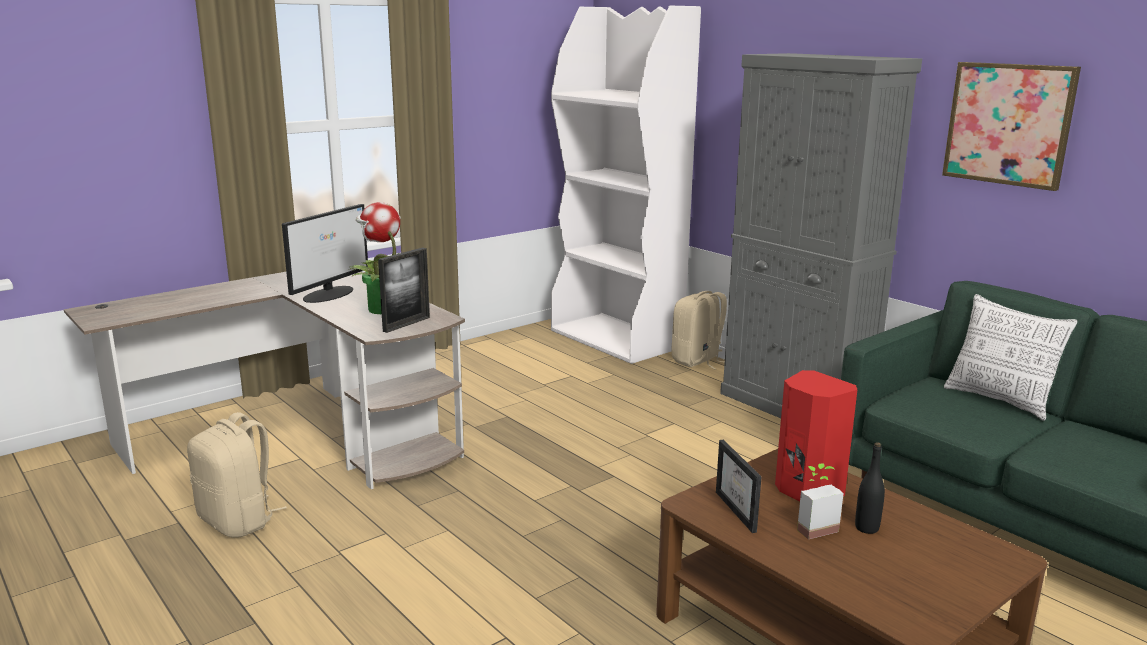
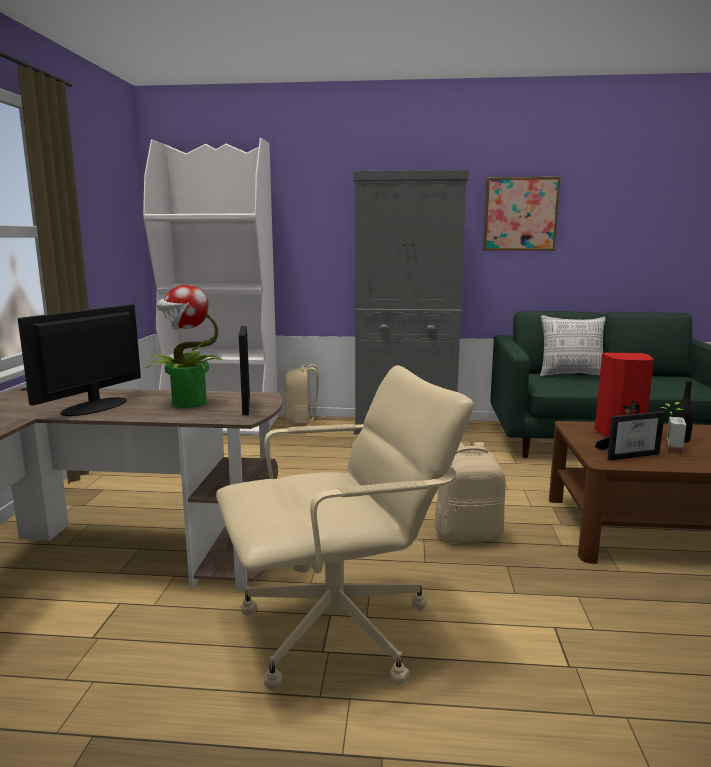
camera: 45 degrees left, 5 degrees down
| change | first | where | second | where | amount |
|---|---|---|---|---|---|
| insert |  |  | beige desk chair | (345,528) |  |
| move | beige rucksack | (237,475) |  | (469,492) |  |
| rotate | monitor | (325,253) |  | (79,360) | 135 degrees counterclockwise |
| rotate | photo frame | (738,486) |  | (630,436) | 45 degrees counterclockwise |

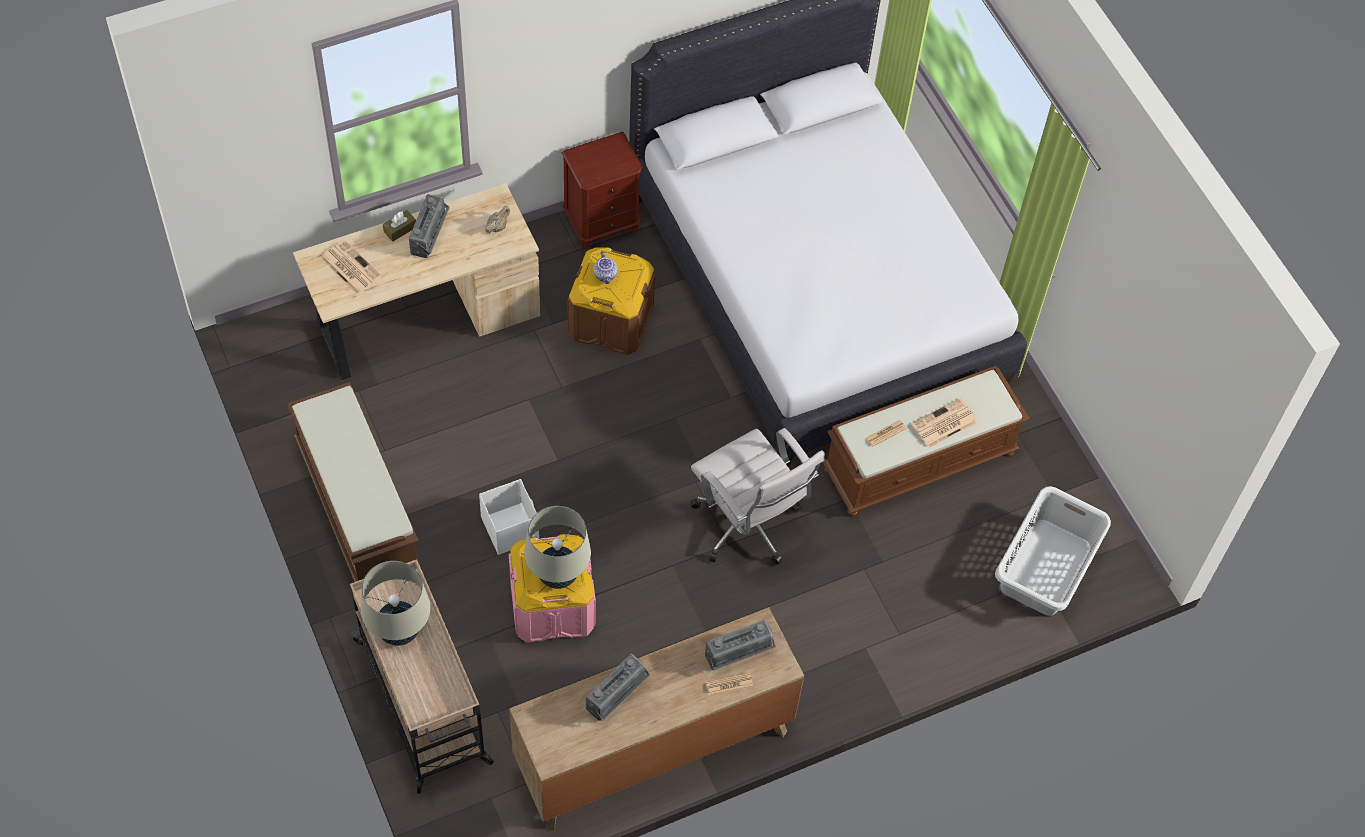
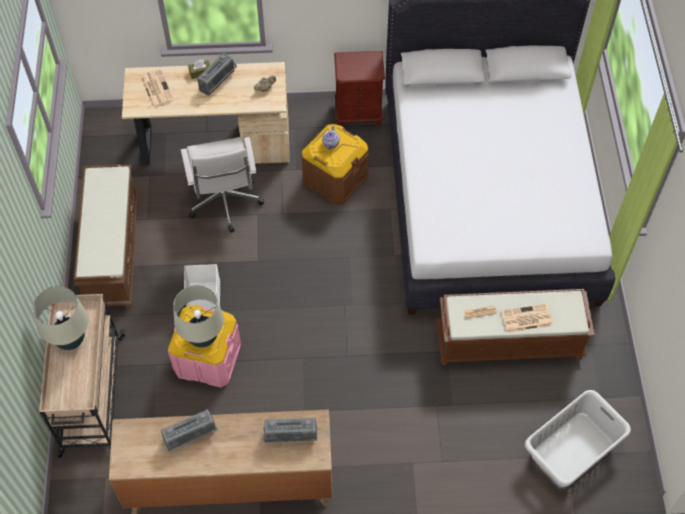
camera: 25 degrees right, 0 degrees up
| change | first | where | second | where | amount |
|---|---|---|---|---|---|
| delete | printed paper | (729,684) |  |  |  |
| move | white-coloured desk chair | (757,496) |  | (222,185) |  |

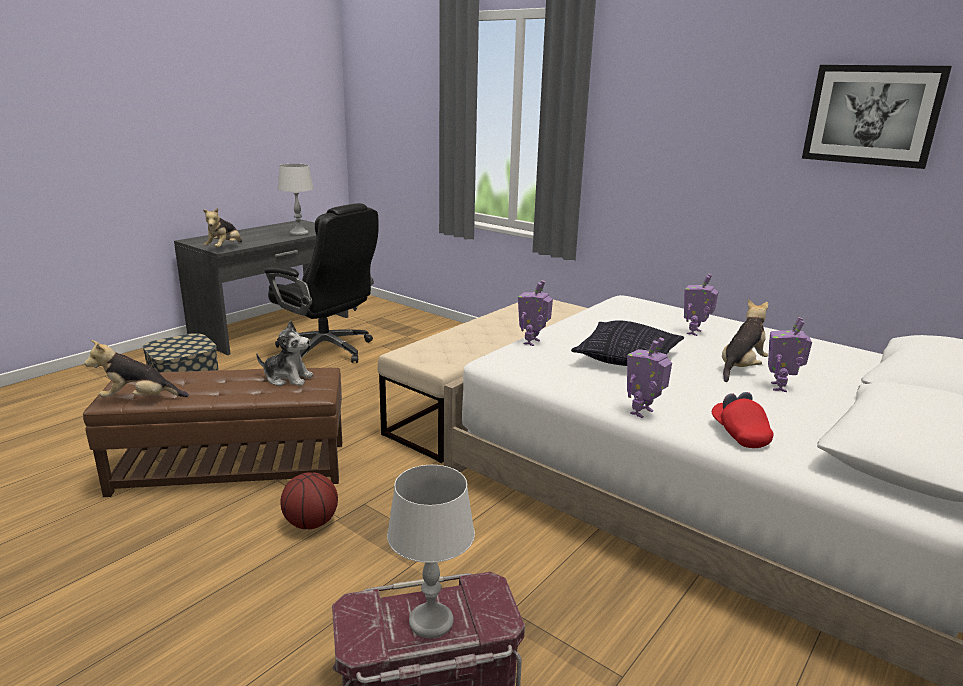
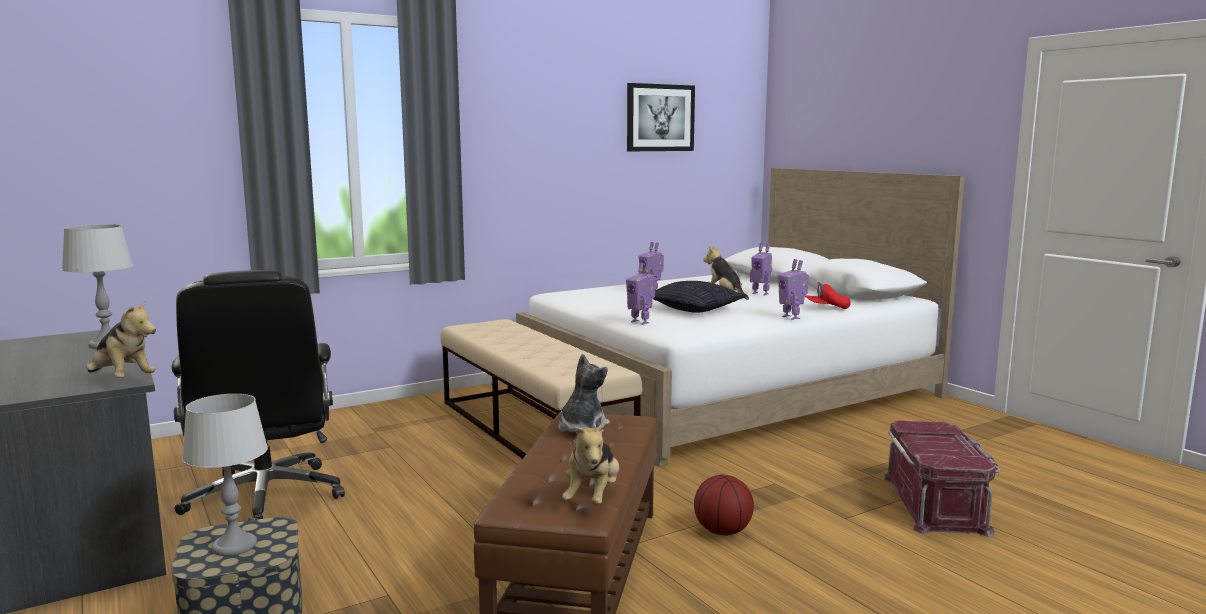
camera: 70 degrees left, 10 degrees down
| change | first | where | second | where | amount |
|---|---|---|---|---|---|
| move | greyish tabletop lamp | (431,551) |  | (225,475) |  |
| rotate | blackish desk chair | (321,283) |  | (258,395) | 105 degrees clockwise |

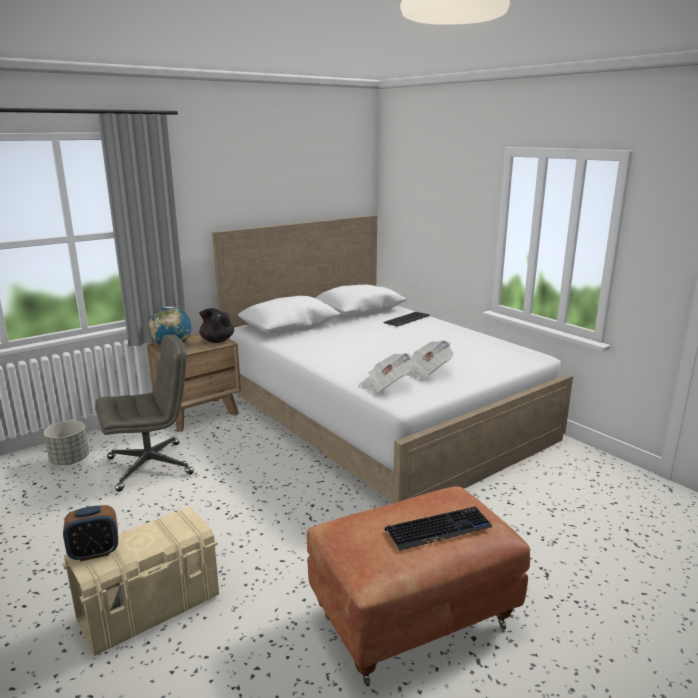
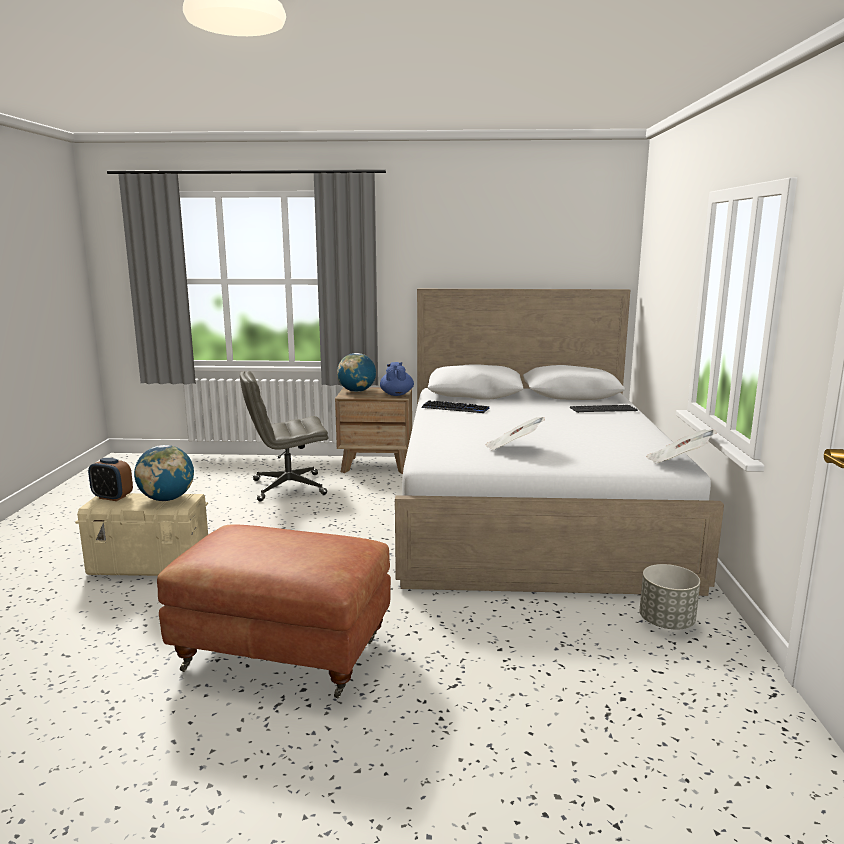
camera: 40 degrees right, 5 degrees down
| change | first | where | second | where | amount |
|---|---|---|---|---|---|
| insert |  |  | globe | (164,473) |  |
| move | greyish plant pot | (66,443) |  | (670,596) |  |
| move | printed paper | (385,373) |  | (681,446) |  |
| move | keyboard | (439,528) |  | (455,406) |  |
| recolor | blackish tea pot | (216,325) | blue-coloured tea pot | (397,379) |  |
| rotate | greyish desk chair | (144,413) |  | (284,436) | 150 degrees clockwise |

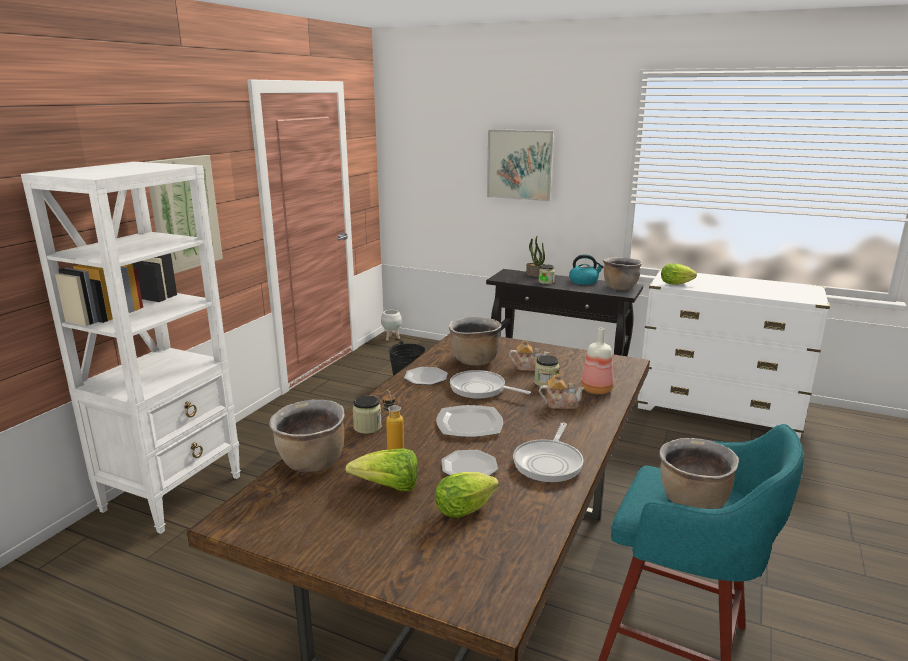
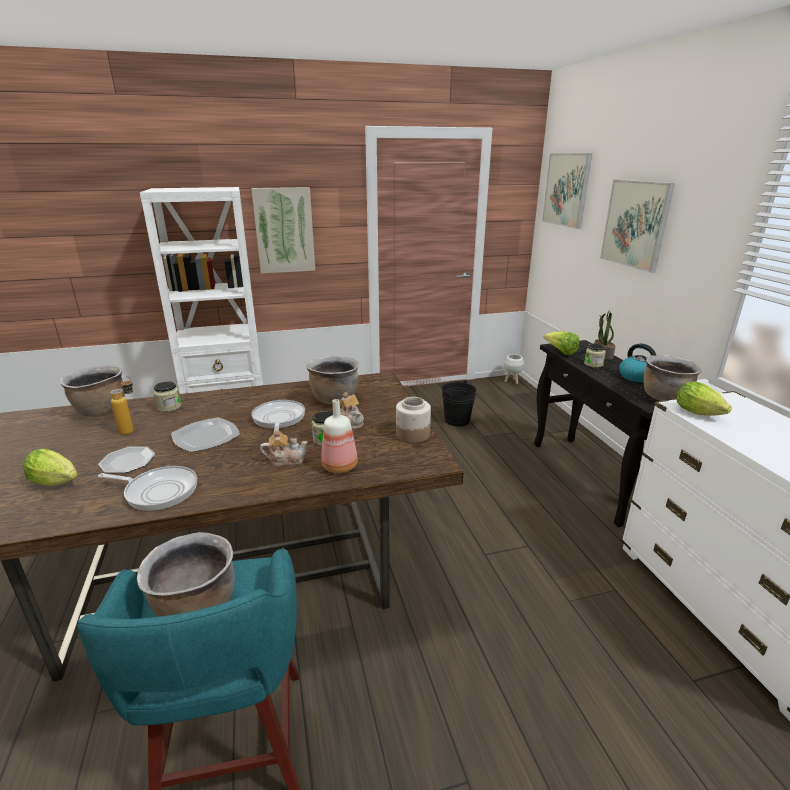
camera: 50 degrees right, 5 degrees up
| change | first | where | second | where | amount |
|---|---|---|---|---|---|
| delete | dinner plate | (426,376) |  |  |  |
| insert |  |  | preserve jar | (413,420) |  |
| insert |  |  | picture | (567,191) |  |
| move | lettuce | (381,469) |  | (561,343) |  |
| rotate | frying pan | (548,452) |  | (147,488) | 150 degrees counterclockwise |
| rotate | tea pot | (562,391) |  | (284,448) | 60 degrees counterclockwise |

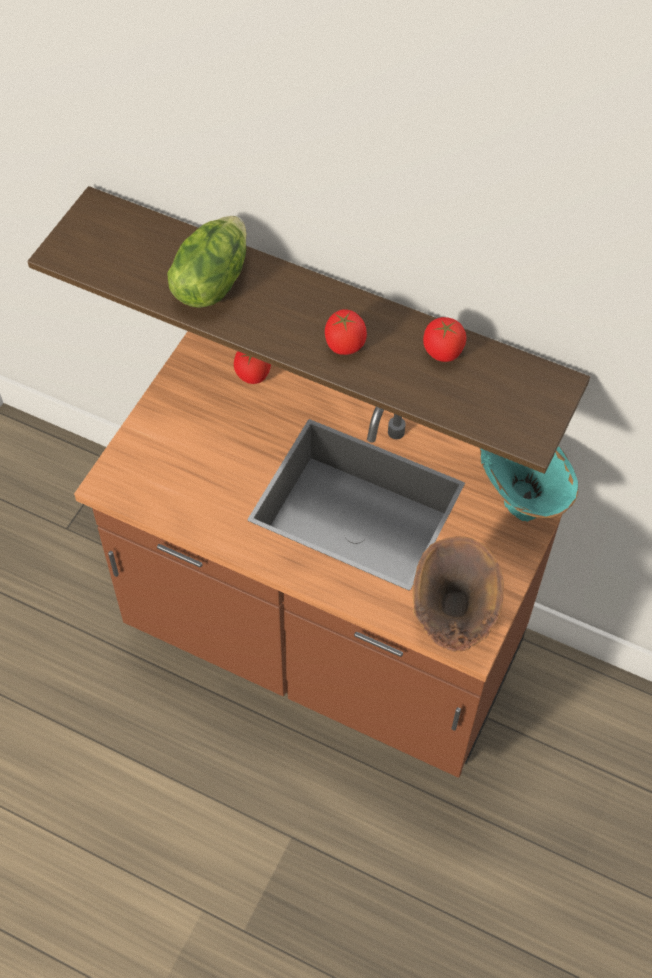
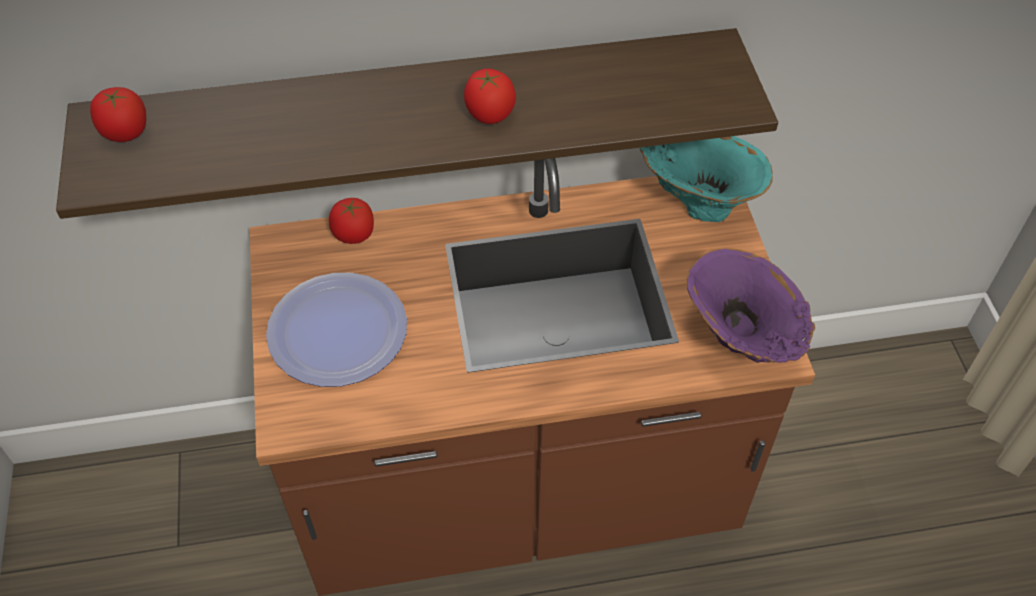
camera: 35 degrees left, 5 degrees down
| change | first | where | second | where | amount |
|---|---|---|---|---|---|
| delete | lettuce | (207,262) |  |  |  |
| insert |  |  | dinner plate | (336,330) |  |
| move | whole tomato | (444,339) |  | (118,114) |  |
| recolor | brown-coloured decorative vase | (458,594) | purple-coloured decorative vase | (751,305) |  |

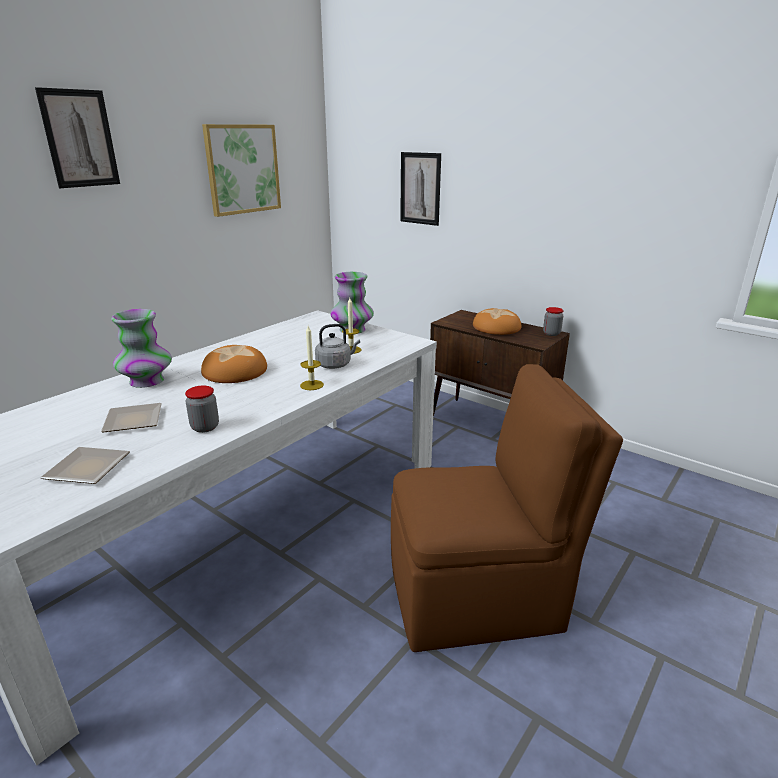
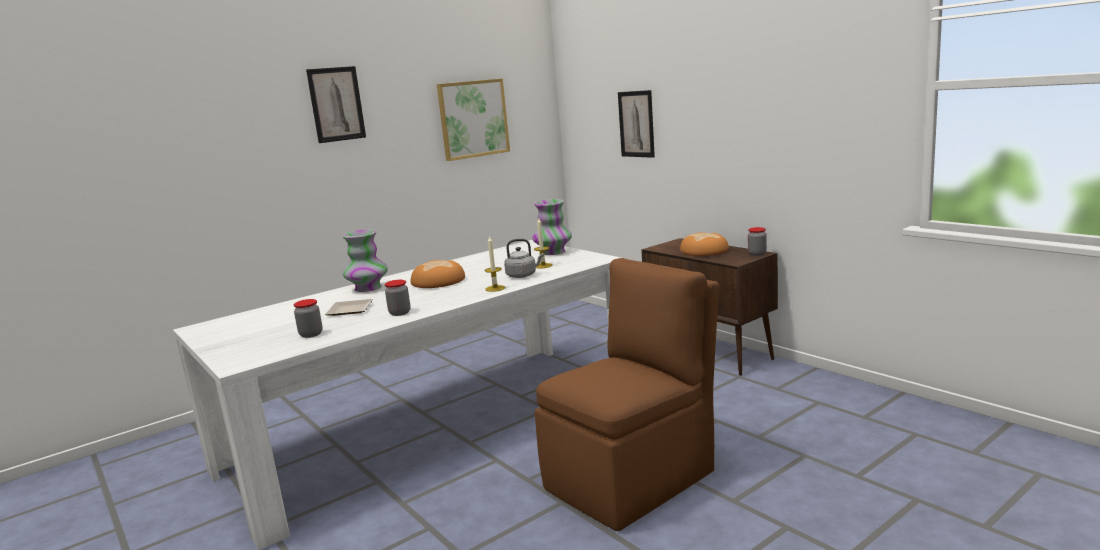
camera: 15 degrees right, 10 degrees down
| change | first | where | second | where | amount |
|---|---|---|---|---|---|
| replace | dinner plate | (85,465) | preserve jar | (308,318) |  |
| rotate | brown-coloured upright chair | (507,508) |  | (627,394) | 45 degrees counterclockwise |

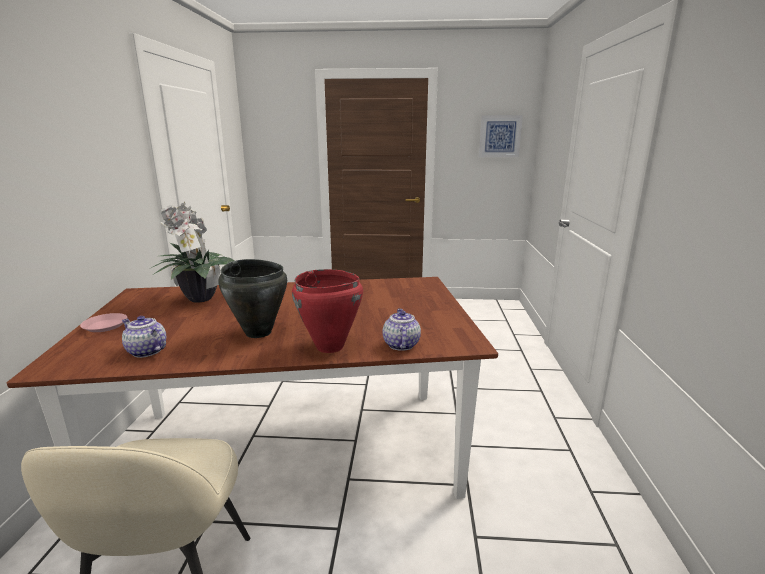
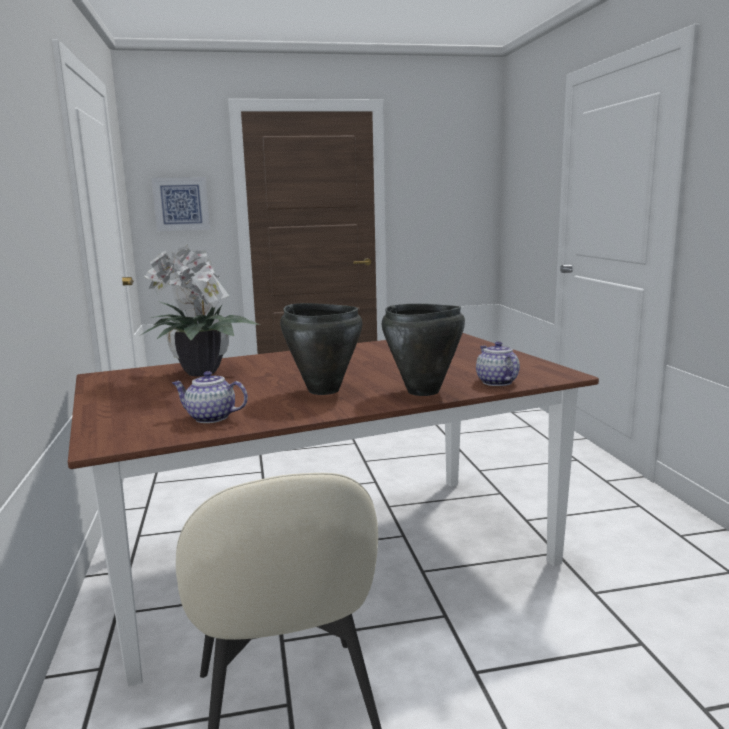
camera: 15 degrees left, 5 degrees down
| change | first | where | second | where | amount |
|---|---|---|---|---|---|
| delete | pink-coloured dinner plate | (104,322) |  |  |  |
| move | picture | (501,136) |  | (180,204) |  |
| recolor | reddish saucepot | (327,311) | blackish saucepot | (423,350) |  |

